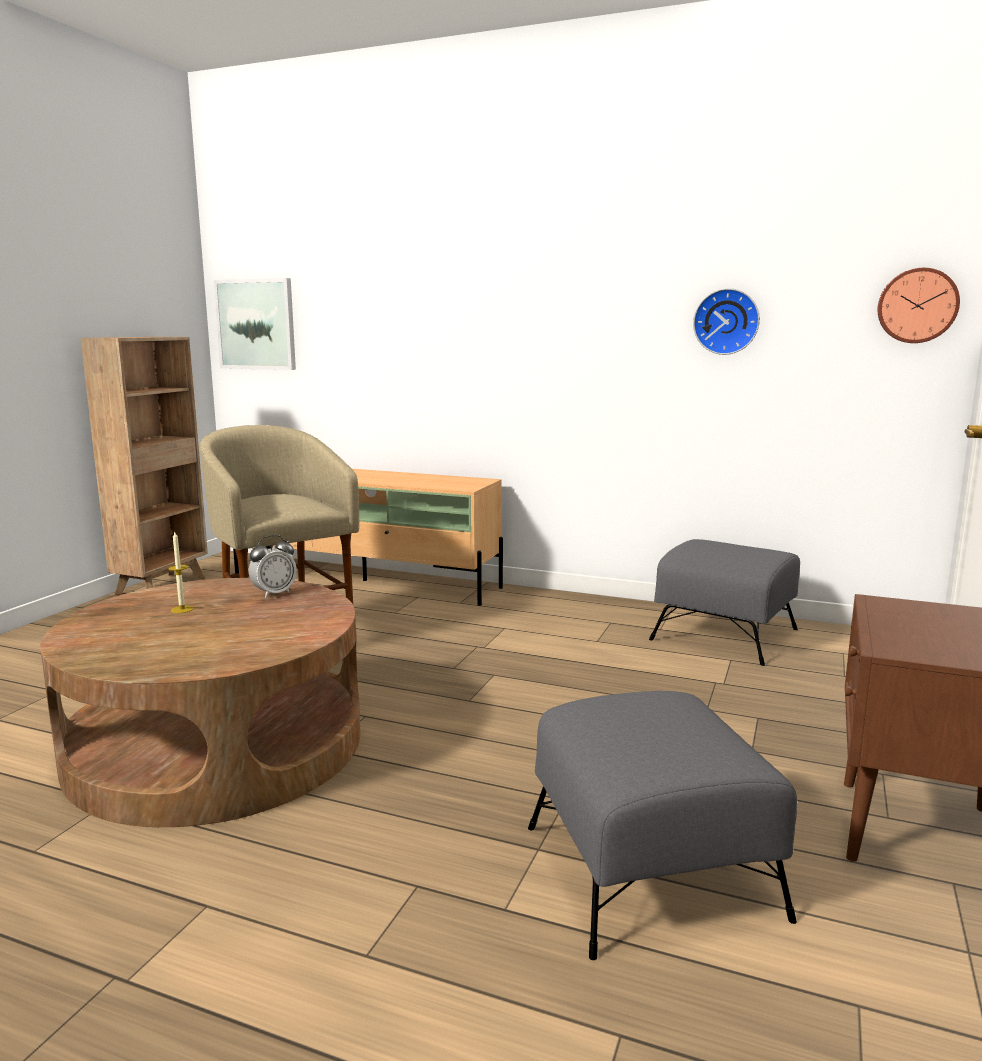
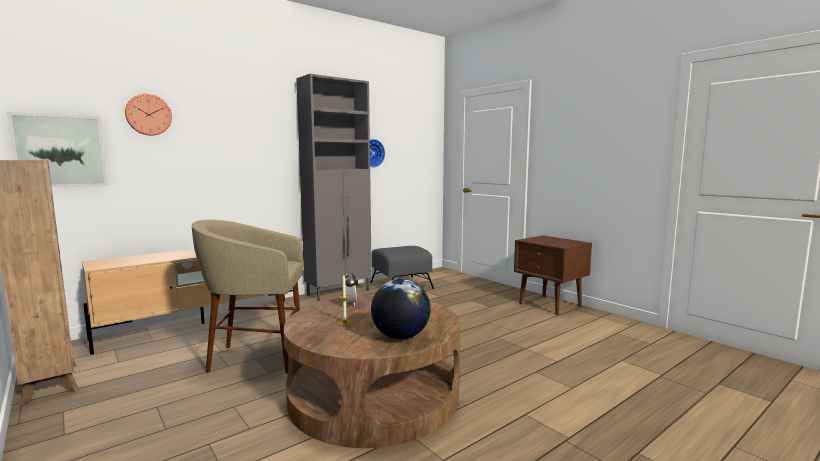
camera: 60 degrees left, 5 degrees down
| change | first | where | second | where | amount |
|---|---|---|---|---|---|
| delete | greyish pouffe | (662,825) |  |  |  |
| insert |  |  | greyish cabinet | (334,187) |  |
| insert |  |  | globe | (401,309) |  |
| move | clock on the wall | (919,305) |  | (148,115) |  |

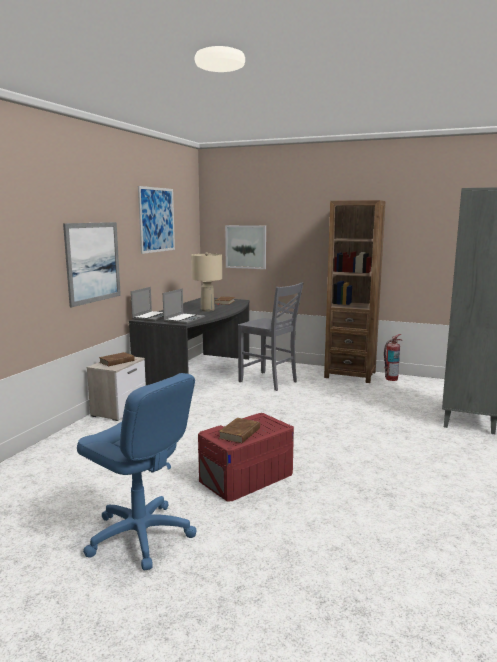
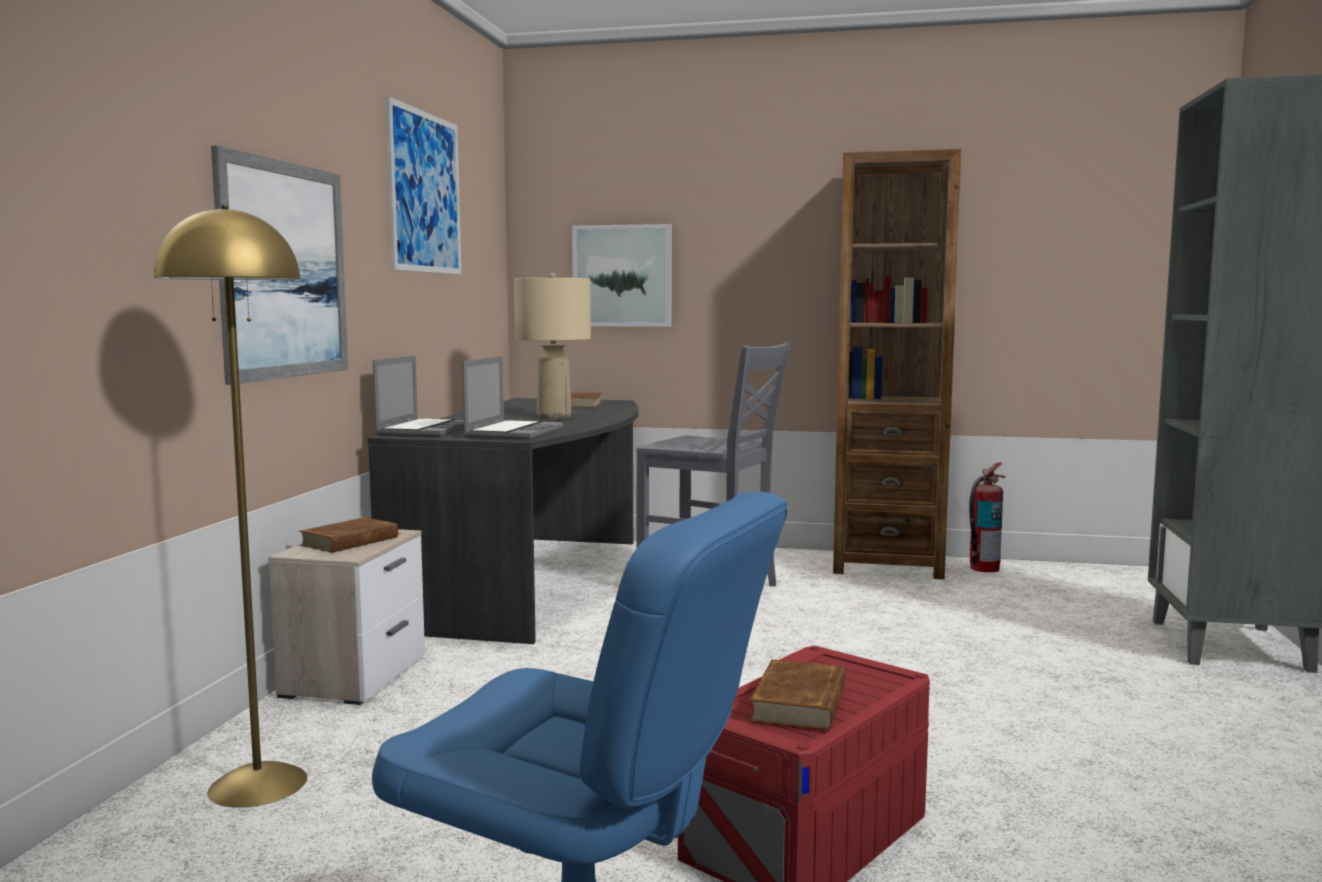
camera: 10 degrees left, 5 degrees down
| change | first | where | second | where | amount |
|---|---|---|---|---|---|
| insert |  |  | yellowish standing lamp | (230,506) |  |

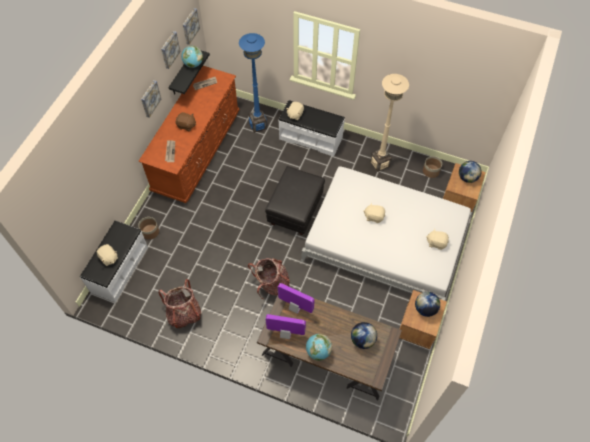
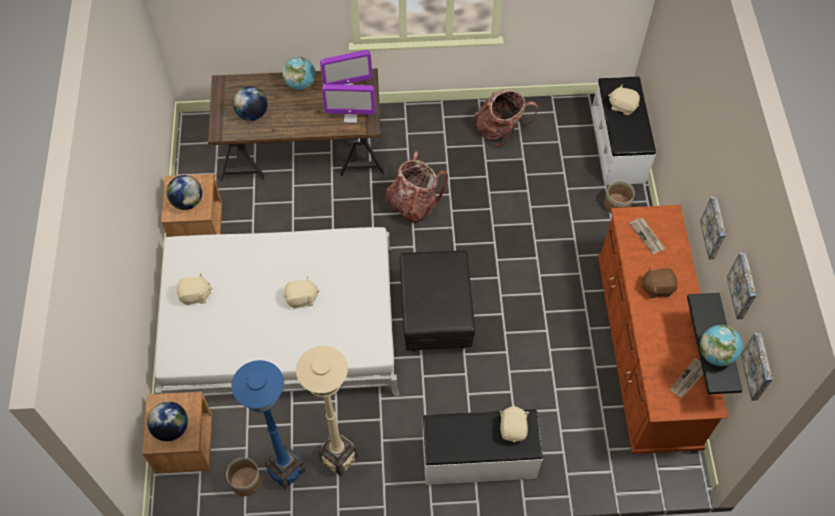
camera: 155 degrees right, 0 degrees up
| change | first | where | second | where | amount |
|---|---|---|---|---|---|
| move | blue-coloured standing lamp | (253,83) |  | (268,424) |  |

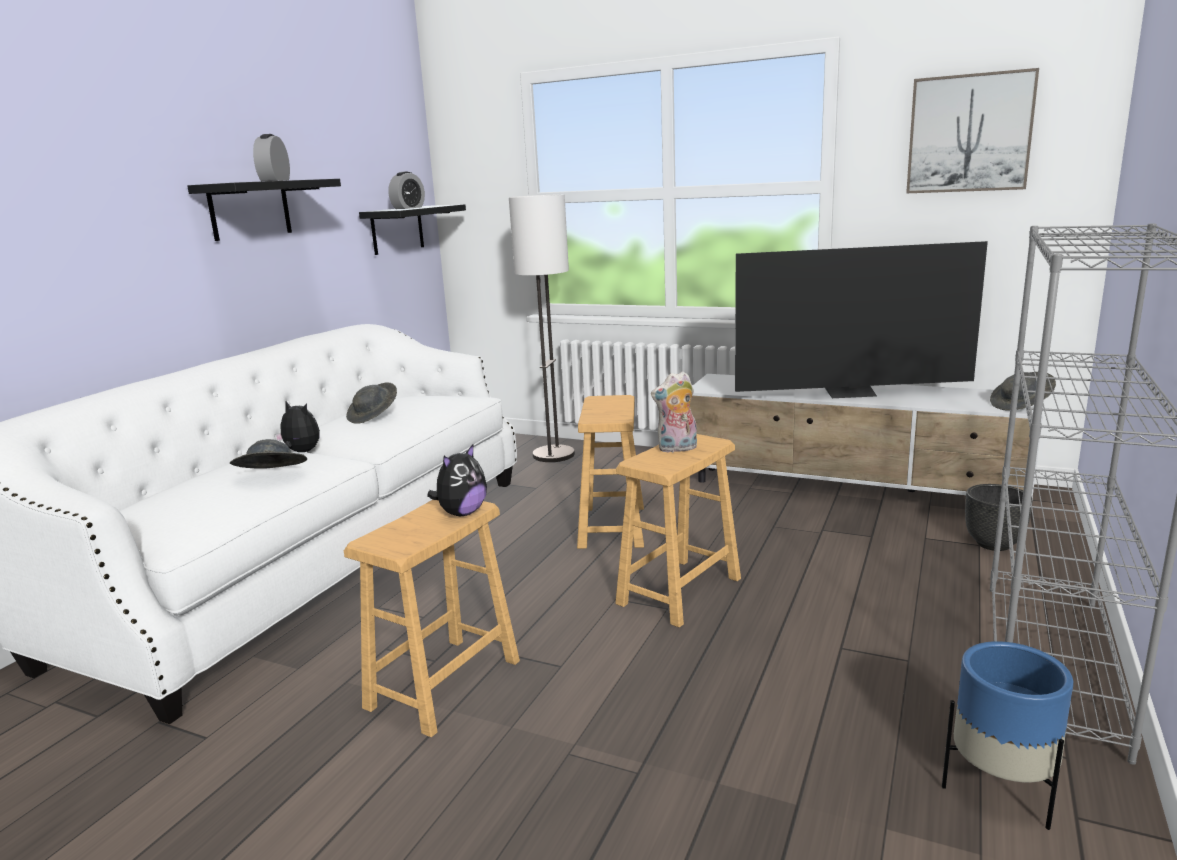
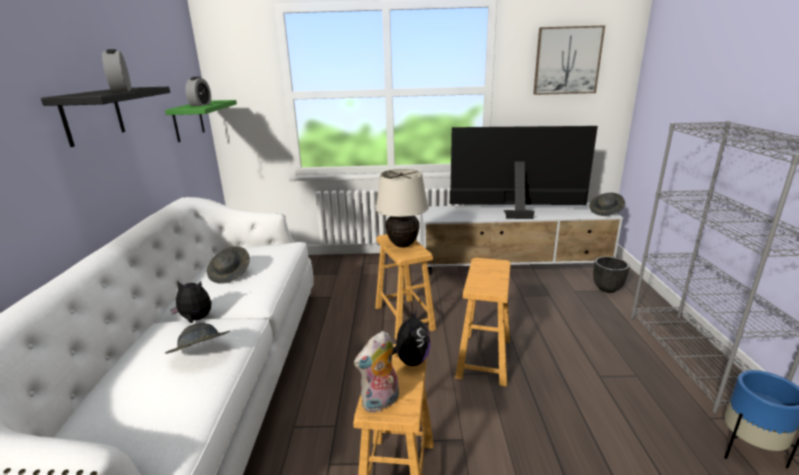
camera: 25 degrees left, 5 degrees up
| change | first | where | second | where | amount |
|---|---|---|---|---|---|
| delete | standing lamp | (542,328) |  |  |  |
| insert |  |  | beige tabletop lamp | (402,208) |  |
| move | cuddly toy | (674,412) |  | (376,372) |  |
| recolor | blackish bracket shelf | (412,229) | green bracket shelf | (201,121) |  |
| rotate | TV set | (861,319) |  | (524,172) | 150 degrees counterclockwise |

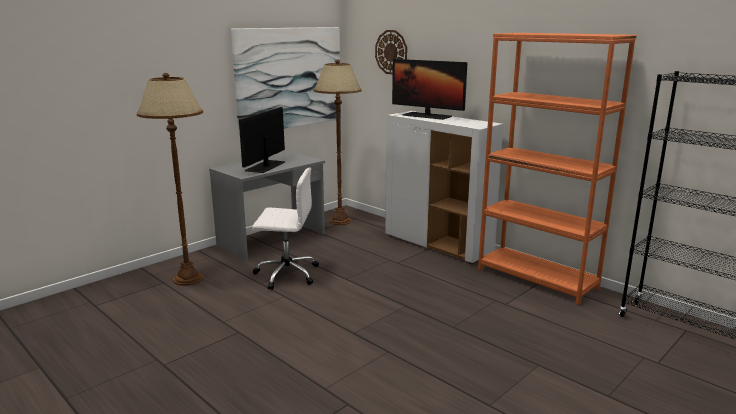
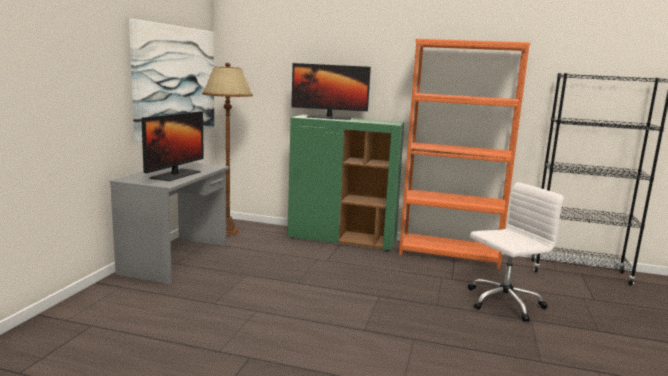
camera: 30 degrees left, 5 degrees down
| change | first | where | second | where | amount |
|---|---|---|---|---|---|
| delete | brown-coloured standing lamp | (170,179) |  |  |  |
| delete | clock on the wall | (391,52) |  |  |  |
| move | white-coloured desk chair | (285,228) |  | (516,252) |  |
| recolor | white-coloured cabinet | (444,187) | green cabinet | (345,183) |  |
| rotate | monitor | (262,140) |  | (172,146) | 150 degrees counterclockwise |

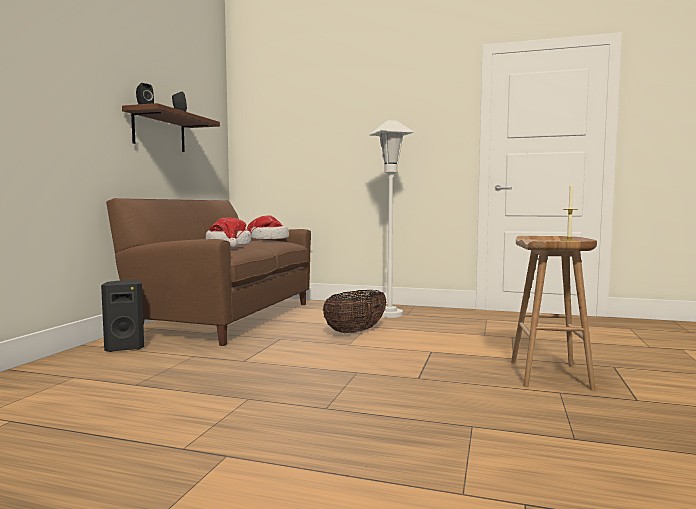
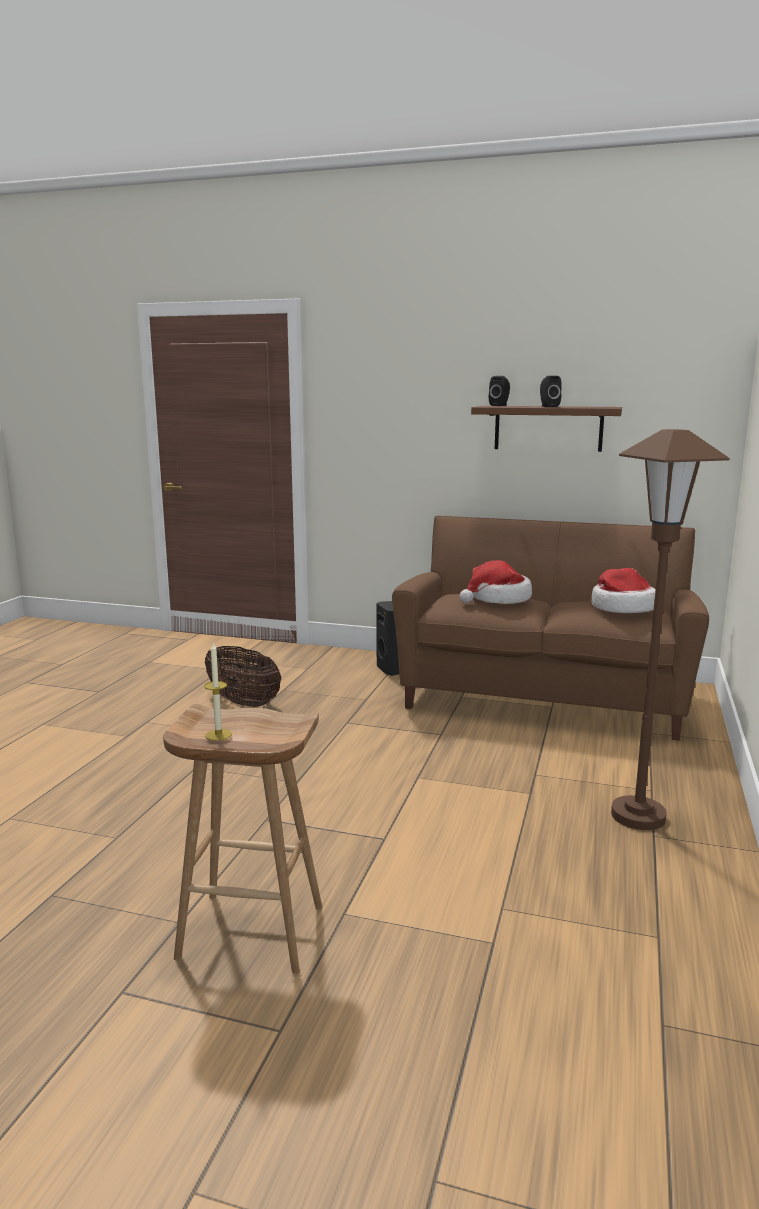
camera: 90 degrees right, 10 degrees up
| change | first | where | second | where | amount |
|---|---|---|---|---|---|
| move | storage basket | (354,311) |  | (243,676) |  |
| recolor | white-coloured standing lamp | (391,219) | brown-coloured standing lamp | (670,629) |  |

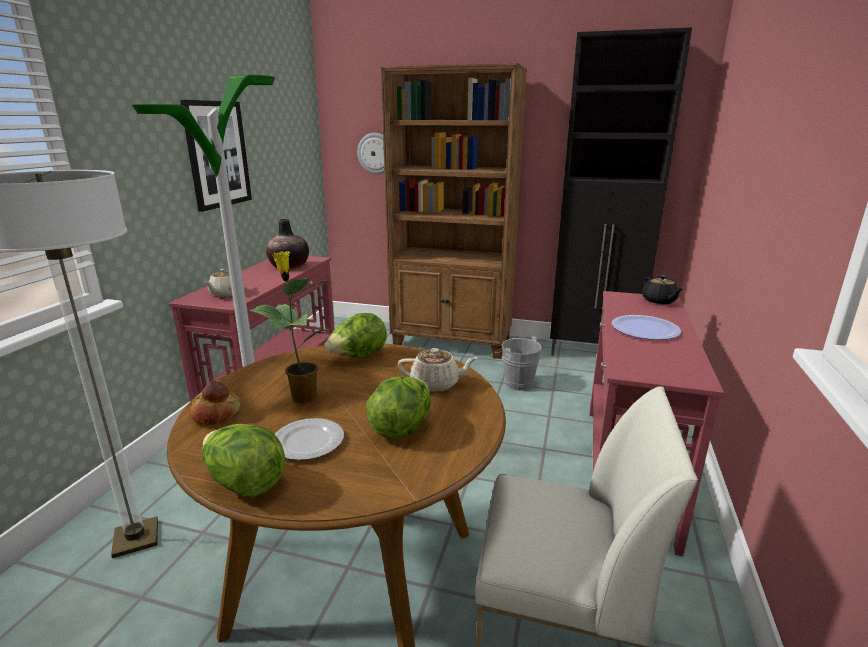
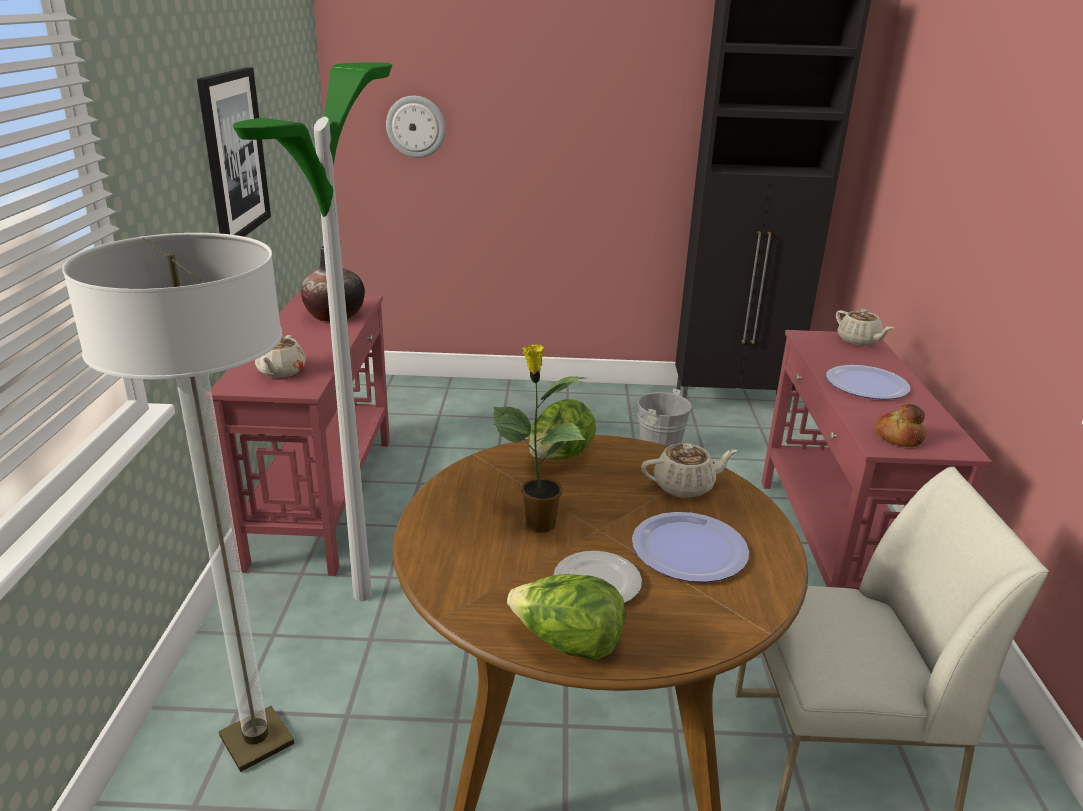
camera: 15 degrees left, 5 degrees up
| change | first | where | second | where | amount |
|---|---|---|---|---|---|
| delete | brown-coloured bookcase | (454,211) |  |  |  |
| move | baked bread | (215,403) |  | (900,425) |  |
| replace | lettuce | (398,408) | dinner plate | (690,547) |  |
| recolor | blackish tea pot | (662,289) | beige tea pot | (865,327) |  |

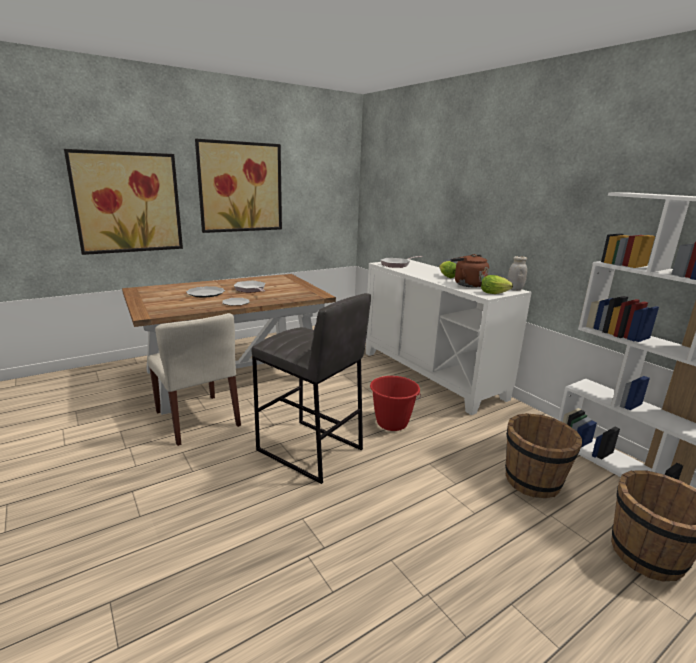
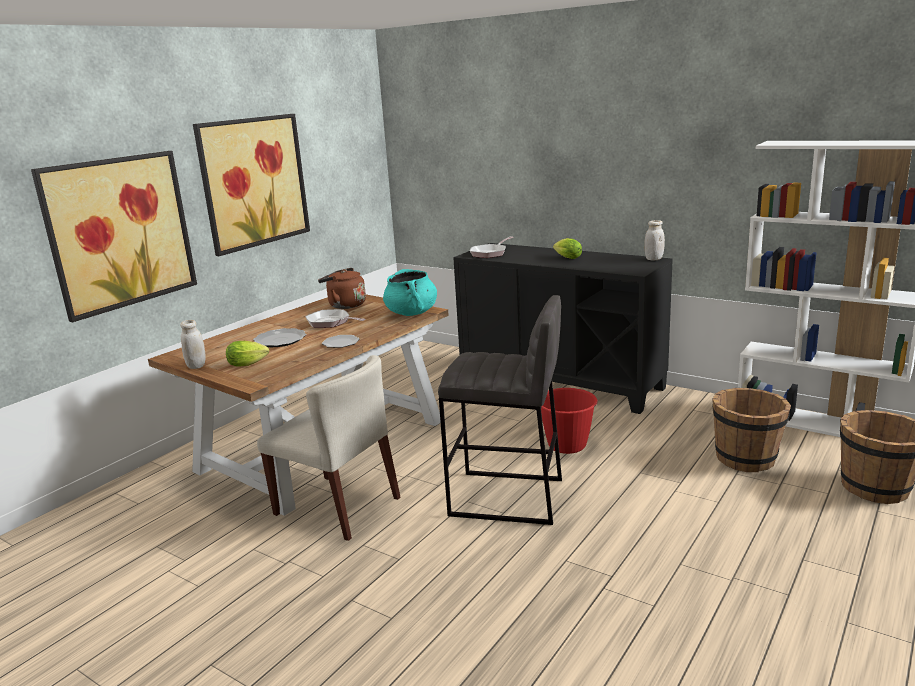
camera: 20 degrees left, 0 degrees up
| change | first | where | second | where | amount |
|---|---|---|---|---|---|
| insert |  |  | white-coloured preserve jar | (193,344) |  |
| insert |  |  | blue-green saucepot | (410,292) |  |
| move | brown-coloured kettle | (470,271) |  | (342,288) |  |
| move | lettuce | (497,284) |  | (247,354) |  |
| recolor | white-coloured cabinet | (449,337) | blackish cabinet | (563,328) |  |

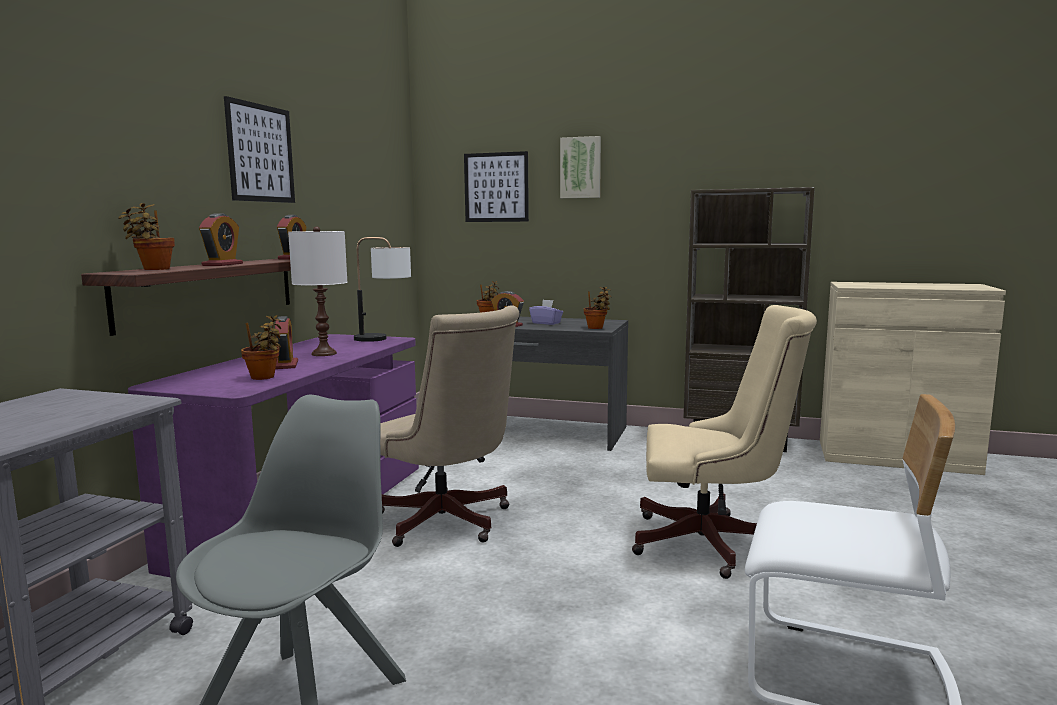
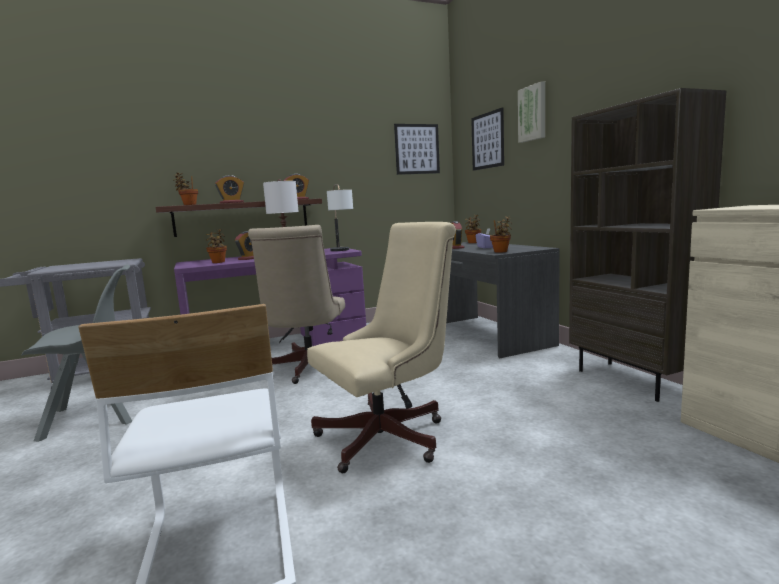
camera: 50 degrees right, 0 degrees up
| change | first | where | second | where | amount |
|---|---|---|---|---|---|
| move | picture | (259,149) |  | (417,149) |  |
| rotate | beige desk chair | (724,442) |  | (381,347) | 90 degrees counterclockwise |

